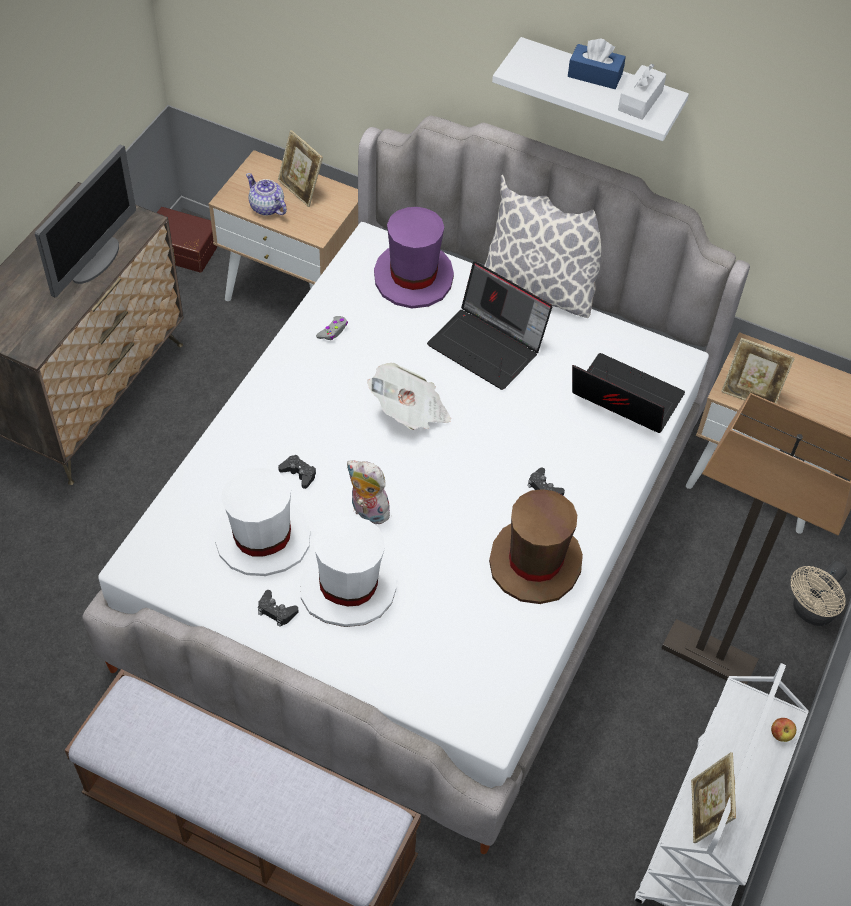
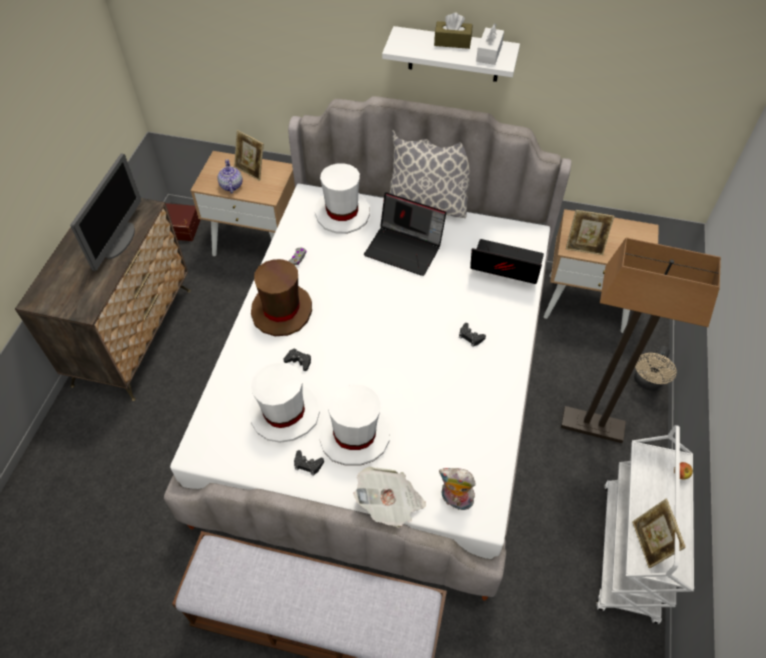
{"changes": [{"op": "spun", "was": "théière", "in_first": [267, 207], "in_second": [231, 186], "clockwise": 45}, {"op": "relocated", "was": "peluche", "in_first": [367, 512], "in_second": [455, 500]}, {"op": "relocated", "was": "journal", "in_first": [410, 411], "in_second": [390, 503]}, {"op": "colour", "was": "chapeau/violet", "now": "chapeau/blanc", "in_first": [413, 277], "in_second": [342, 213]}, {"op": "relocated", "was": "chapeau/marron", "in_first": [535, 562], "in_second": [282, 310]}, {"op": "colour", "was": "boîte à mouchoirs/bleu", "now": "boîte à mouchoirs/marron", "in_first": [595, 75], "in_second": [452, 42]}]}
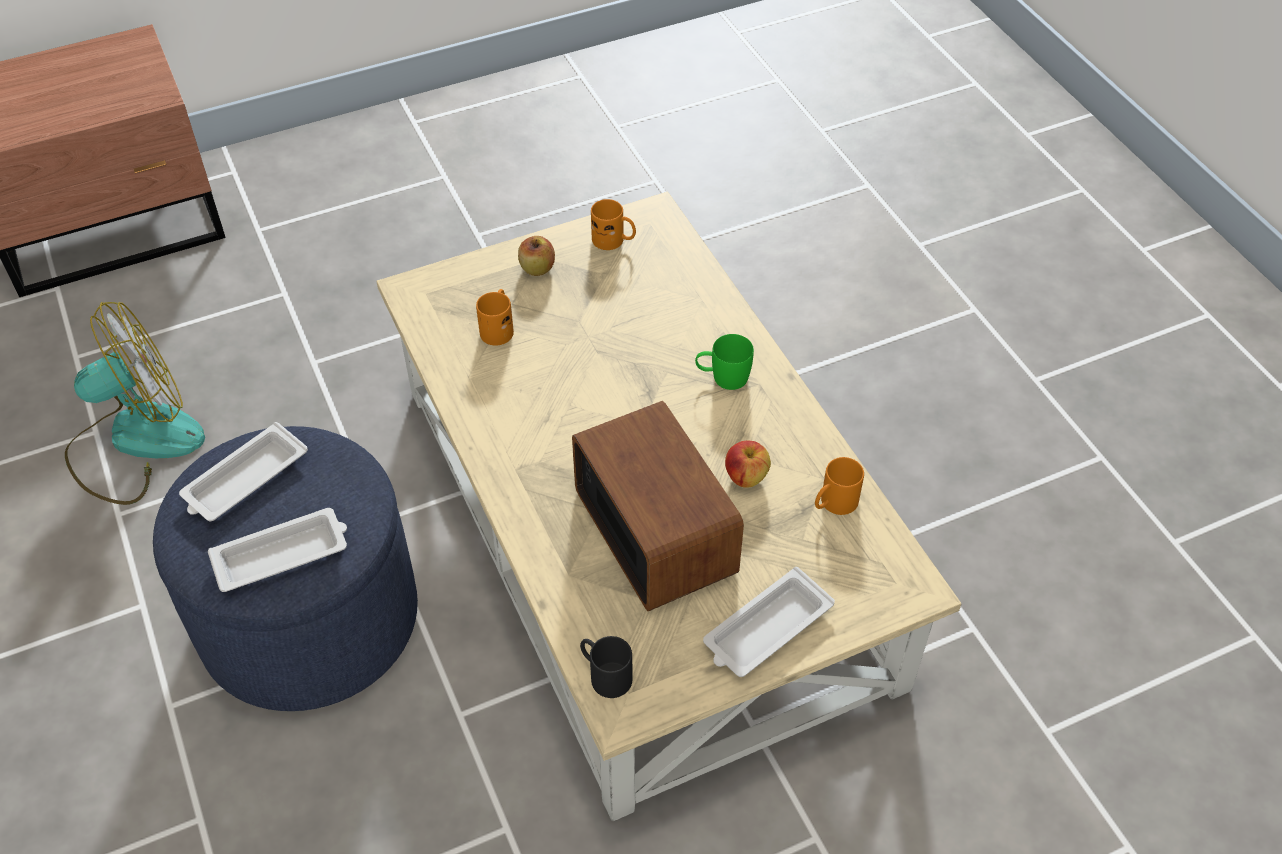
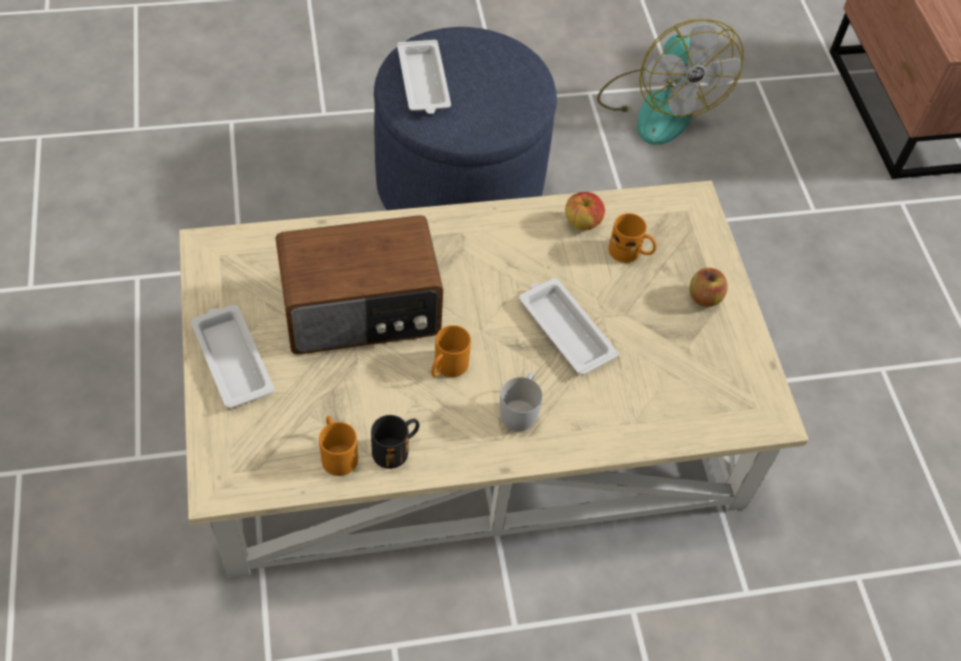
{"changes": [{"op": "relocated", "was": "plateau/blanc", "in_first": [244, 479], "in_second": [565, 329]}, {"op": "relocated", "was": "mug/noir", "in_first": [604, 675], "in_second": [396, 448]}, {"op": "relocated", "was": "mug/orange", "in_first": [614, 241], "in_second": [447, 368]}, {"op": "colour", "was": "mug/vert", "now": "mug/blanc", "in_first": [722, 377], "in_second": [520, 410]}, {"op": "relocated", "was": "pomme", "in_first": [746, 477], "in_second": [582, 223]}]}
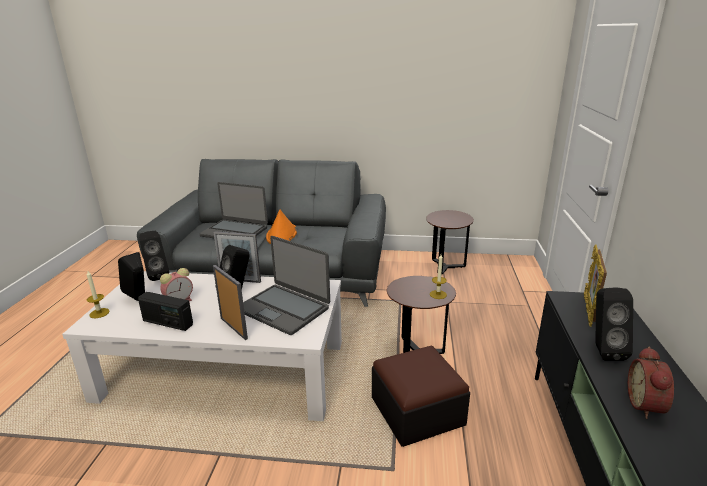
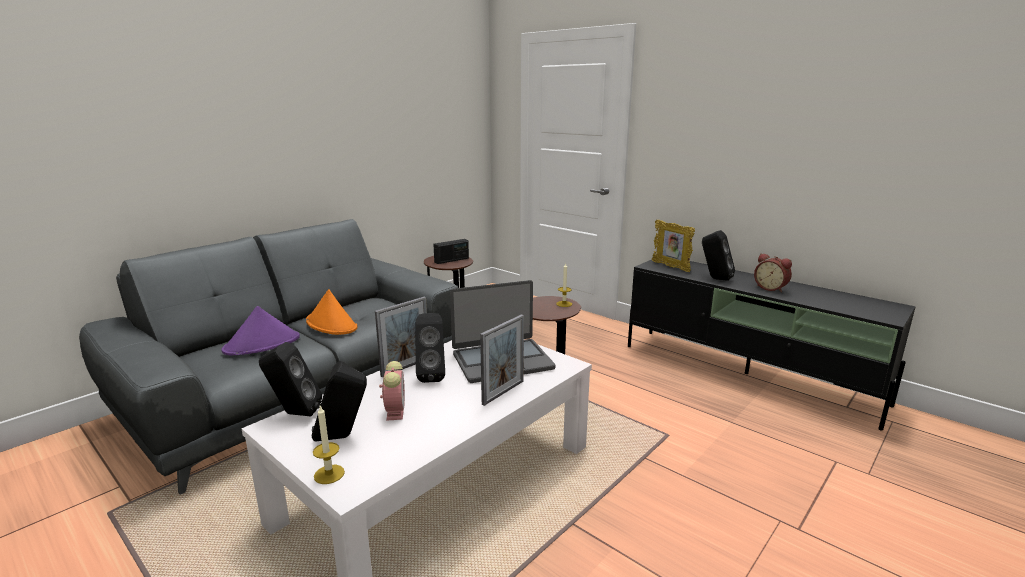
{"changes": [{"op": "relocated", "was": "radio", "in_first": [167, 323], "in_second": [451, 260]}, {"op": "exchanged", "was": "ordinateur portable", "now": "chapeau/violet", "in_first": [235, 231], "in_second": [262, 344]}, {"op": "spun", "was": "cadre photo", "in_first": [233, 328], "in_second": [503, 392], "clockwise": 135}, {"op": "missing", "was": "pouf", "in_first": [417, 411]}]}
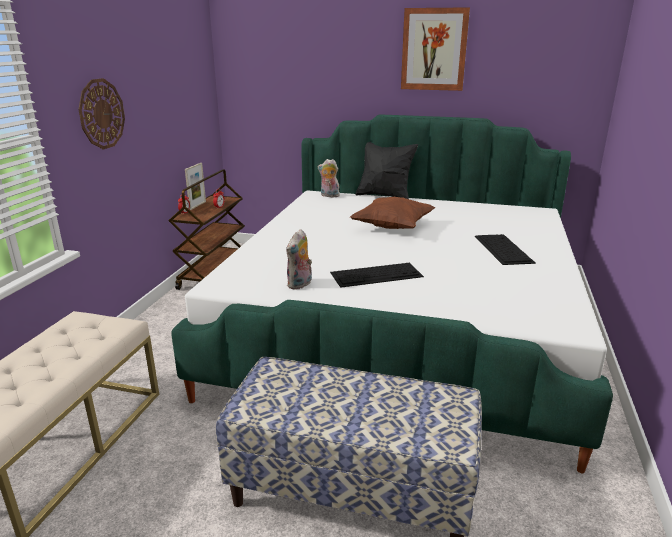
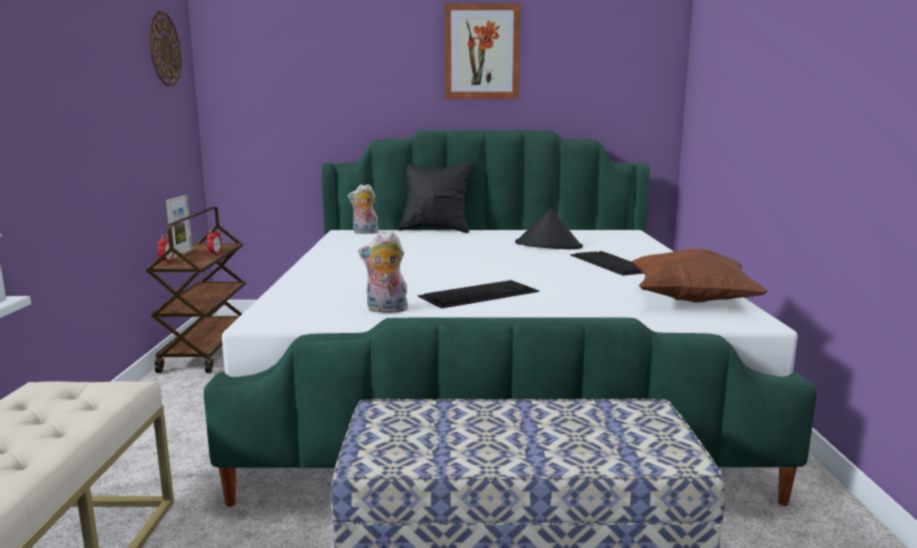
{"changes": [{"op": "relocated", "was": "horloge murale", "in_first": [101, 114], "in_second": [164, 49]}, {"op": "spun", "was": "peluche", "in_first": [300, 285], "in_second": [385, 310], "clockwise": 75}, {"op": "relocated", "was": "coussin/marron", "in_first": [392, 227], "in_second": [691, 301]}, {"op": "appeared", "now": "chapeau/noir", "in_second": [548, 245]}]}
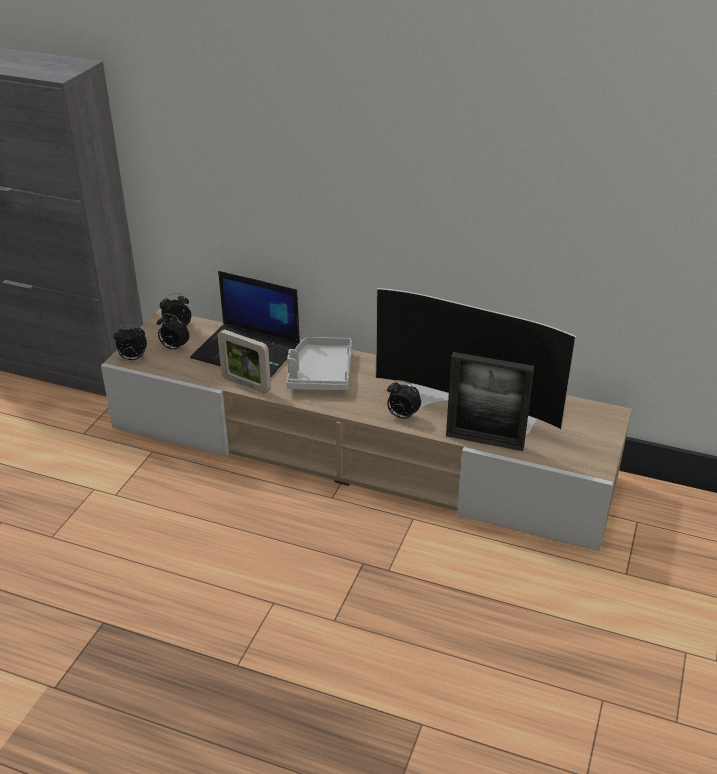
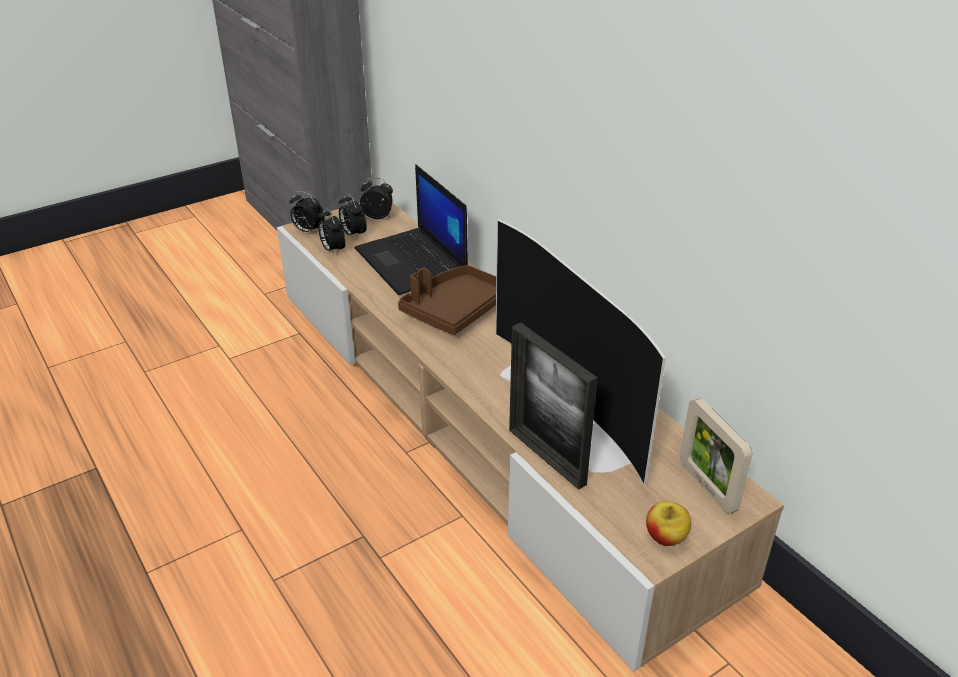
{"changes": [{"op": "relocated", "was": "cadre photo", "in_first": [246, 384], "in_second": [707, 486]}, {"op": "colour", "was": "plateau/gris", "now": "plateau/marron", "in_first": [320, 374], "in_second": [455, 309]}, {"op": "relocated", "was": "réveil", "in_first": [402, 416], "in_second": [332, 249]}, {"op": "appeared", "now": "pomme", "in_second": [665, 537]}]}
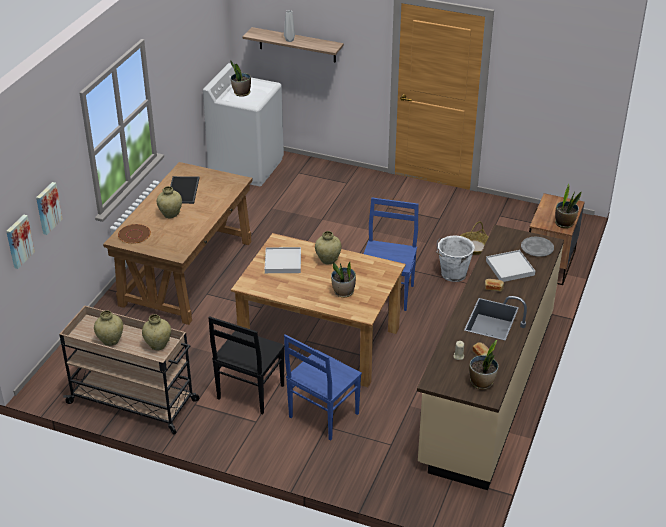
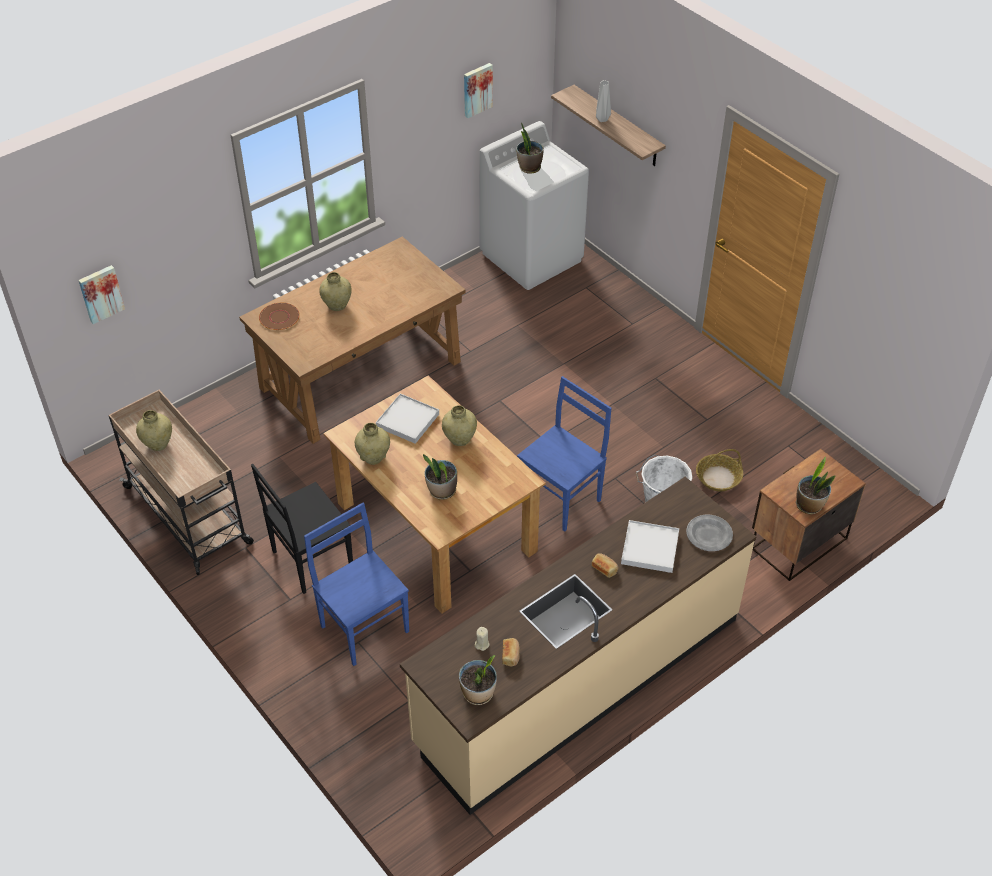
{"changes": [{"op": "relocated", "was": "tableau", "in_first": [47, 208], "in_second": [477, 89]}, {"op": "relocated", "was": "vase/beige", "in_first": [158, 345], "in_second": [373, 457]}, {"op": "missing", "was": "plateau", "in_first": [183, 190]}, {"op": "spun", "was": "chaise/bleu", "in_first": [322, 416], "in_second": [363, 627], "clockwise": 75}]}
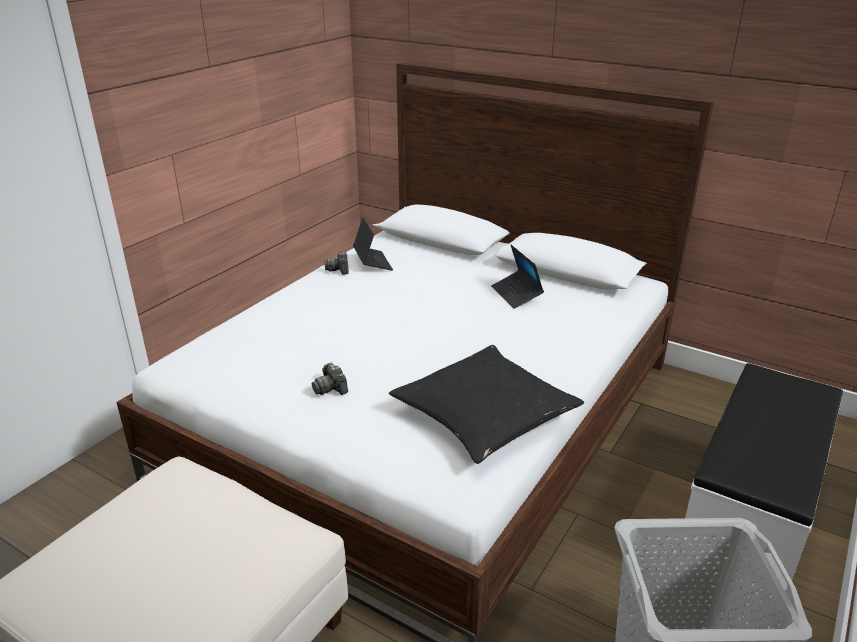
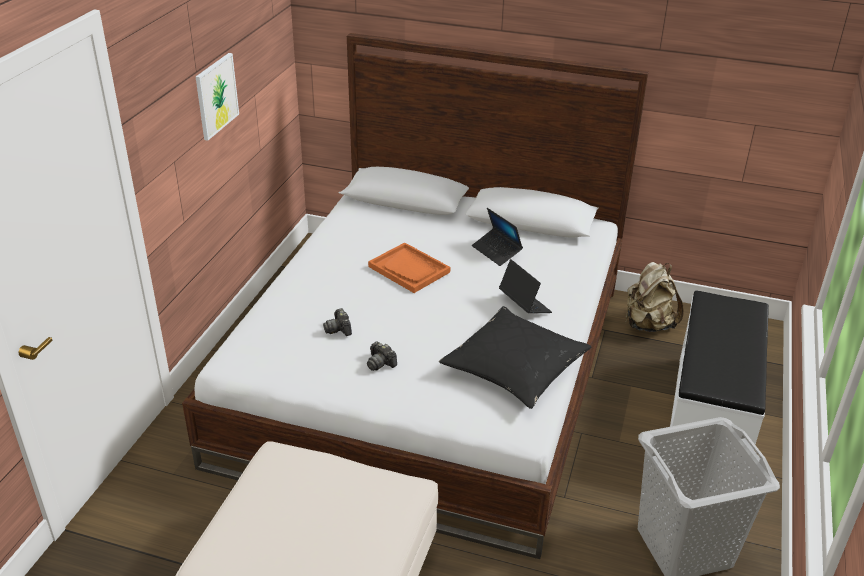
{"changes": [{"op": "relocated", "was": "appareil photo", "in_first": [339, 269], "in_second": [339, 329]}, {"op": "relocated", "was": "ordinateur portable", "in_first": [372, 262], "in_second": [524, 305]}, {"op": "appeared", "now": "tableau", "in_second": [216, 96]}, {"op": "appeared", "now": "plateau/orange", "in_second": [409, 269]}, {"op": "appeared", "now": "sac à dos/beige", "in_second": [648, 324]}]}
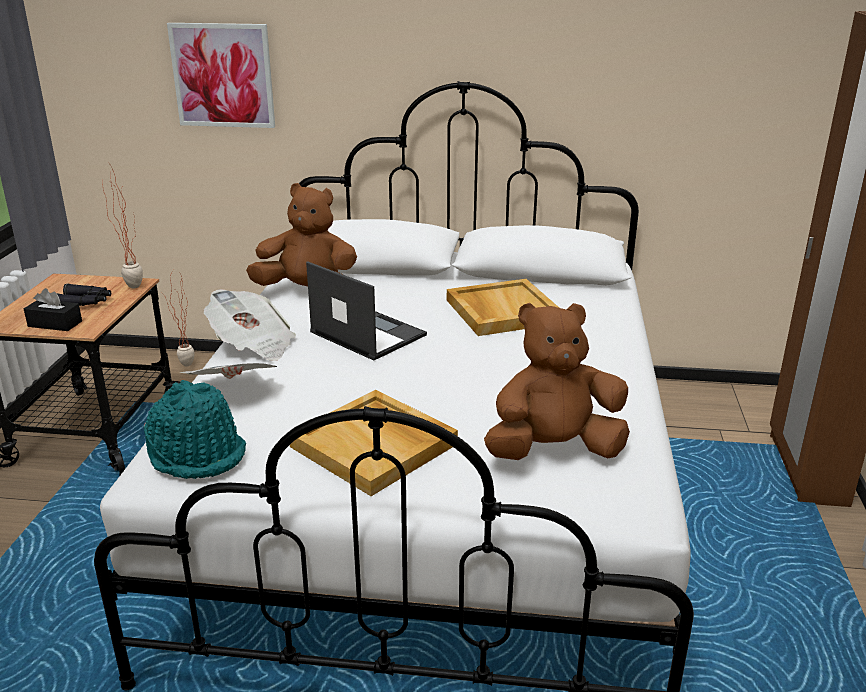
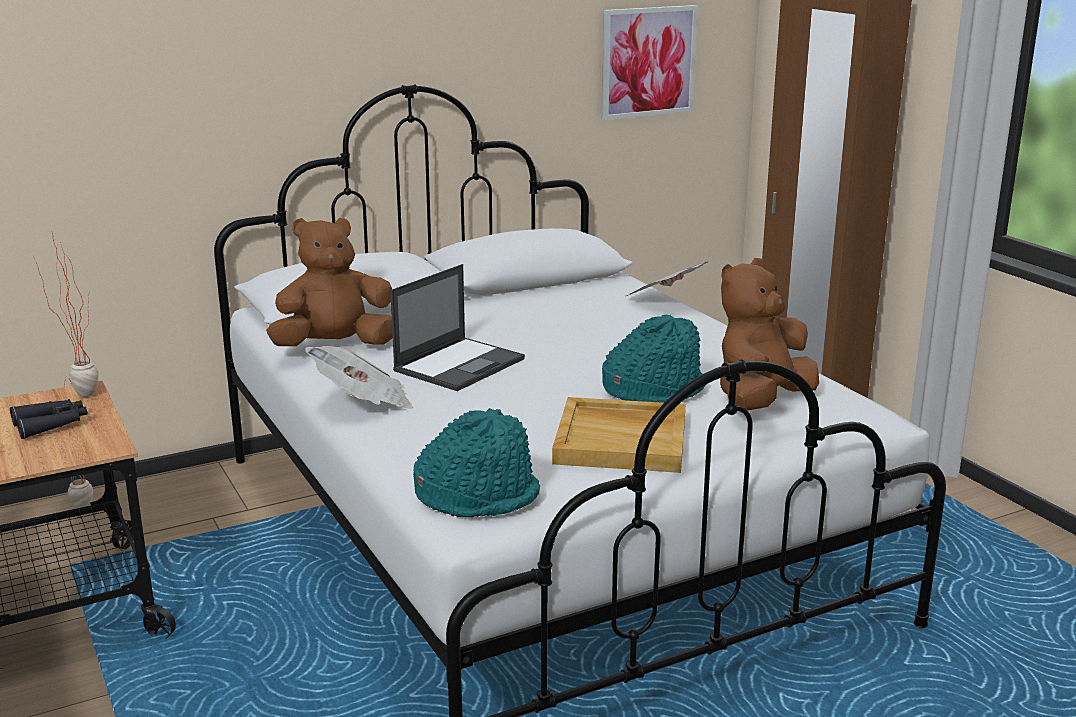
{"changes": [{"op": "missing", "was": "boîte à mouchoirs/noir", "in_first": [55, 324]}, {"op": "relocated", "was": "tableau", "in_first": [223, 75], "in_second": [648, 62]}, {"op": "relocated", "was": "journal", "in_first": [233, 392], "in_second": [664, 300]}, {"op": "spun", "was": "ordinateur portable", "in_first": [366, 333], "in_second": [460, 364], "clockwise": 120}, {"op": "missing", "was": "plateau/beige", "in_first": [501, 311]}, {"op": "appeared", "now": "chapeau/turquoise", "in_second": [653, 389]}]}
